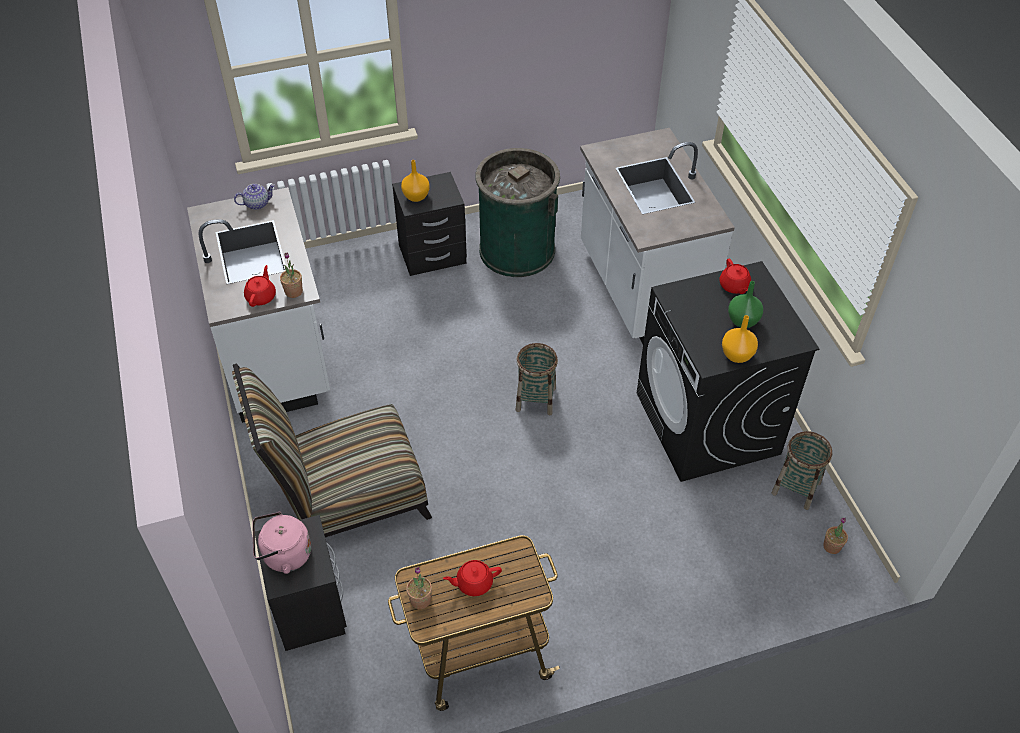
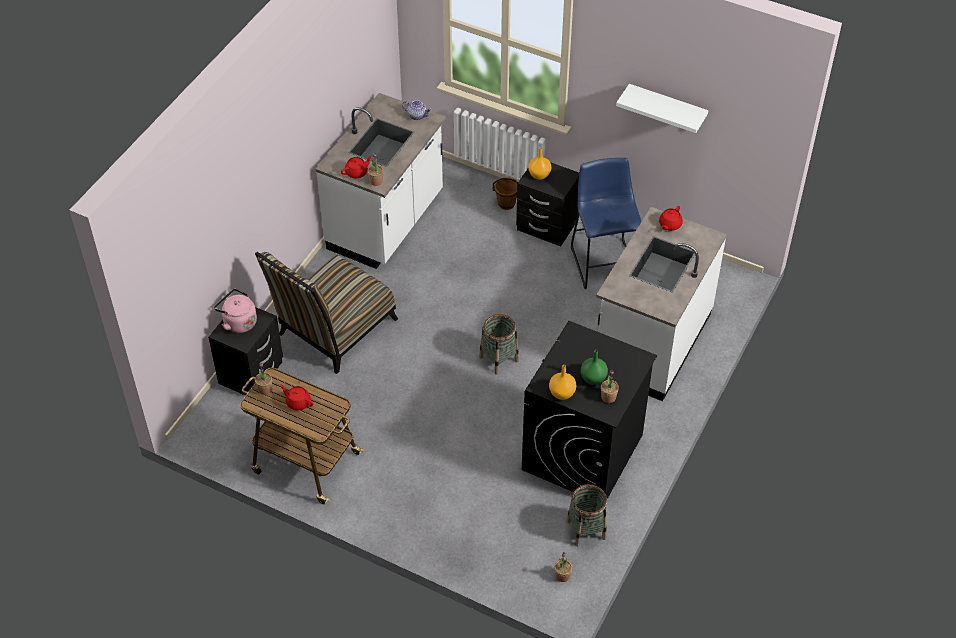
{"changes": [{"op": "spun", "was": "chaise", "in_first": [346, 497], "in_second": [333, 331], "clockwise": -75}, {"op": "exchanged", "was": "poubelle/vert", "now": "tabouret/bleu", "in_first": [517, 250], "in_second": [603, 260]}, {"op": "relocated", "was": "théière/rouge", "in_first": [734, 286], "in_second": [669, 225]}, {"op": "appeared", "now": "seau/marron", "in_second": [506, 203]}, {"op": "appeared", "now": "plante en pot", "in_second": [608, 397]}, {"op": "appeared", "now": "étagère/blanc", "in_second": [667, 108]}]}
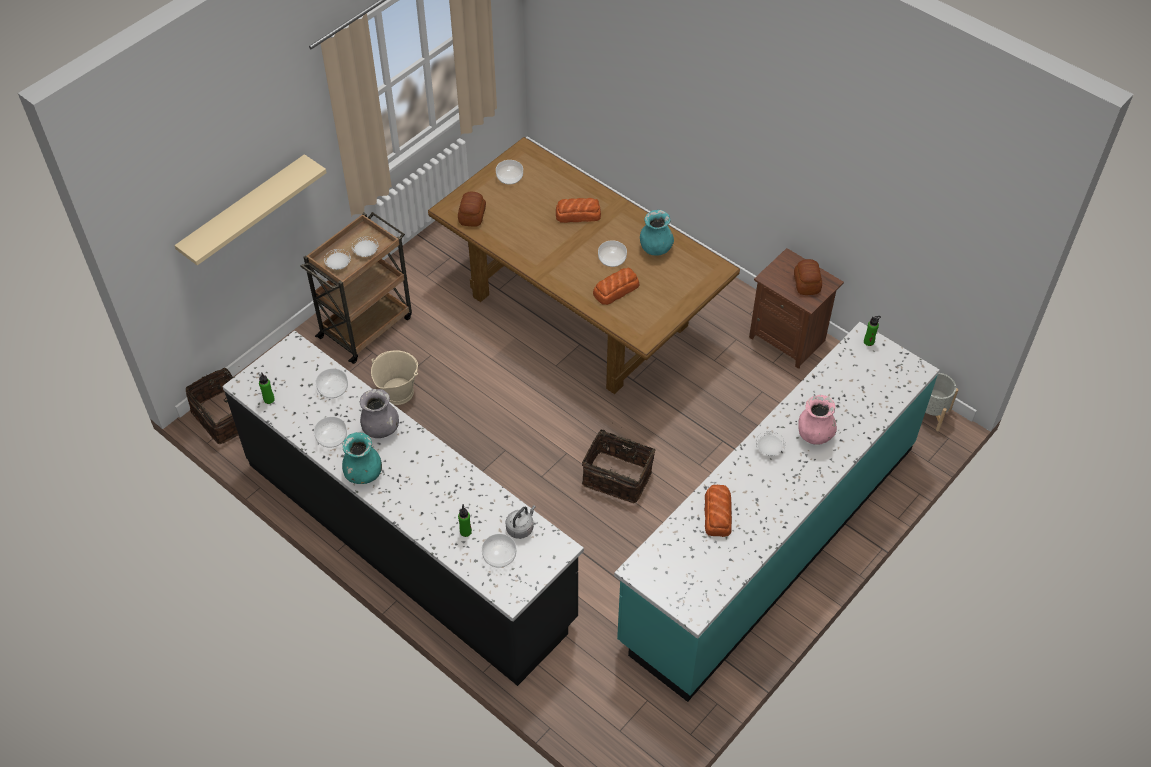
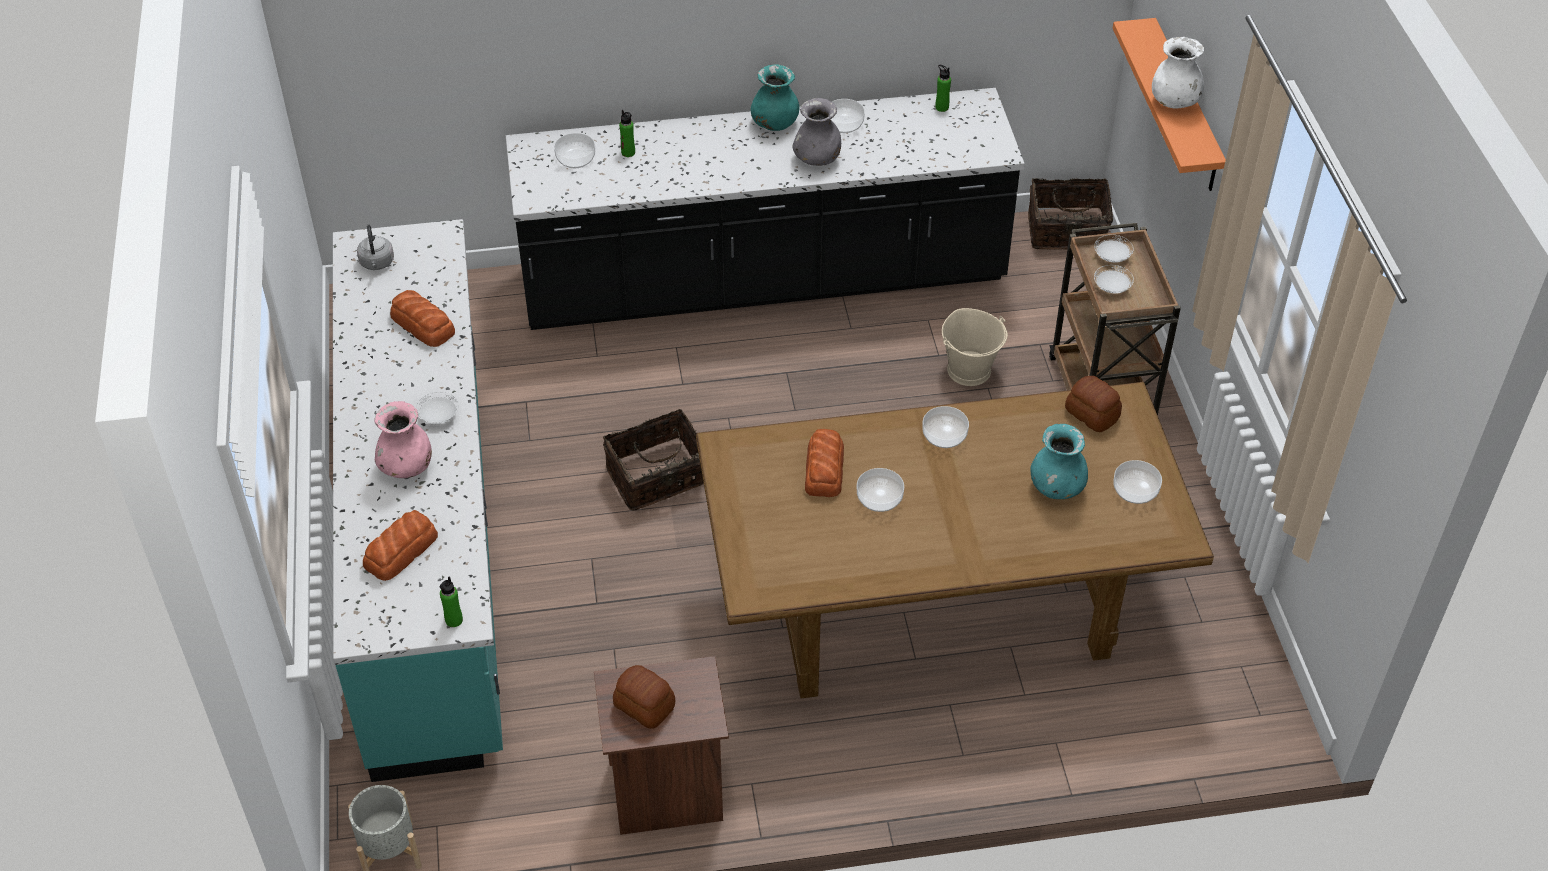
{"changes": [{"op": "colour", "was": "étagère/beige", "now": "étagère/orange", "in_first": [244, 211], "in_second": [1185, 107]}, {"op": "relocated", "was": "bol", "in_first": [333, 389], "in_second": [944, 436]}, {"op": "relocated", "was": "bouilloire/gris", "in_first": [521, 528], "in_second": [377, 263]}, {"op": "relocated", "was": "pain", "in_first": [577, 214], "in_second": [402, 551]}, {"op": "relocated", "was": "vase/turquoise", "in_first": [655, 248], "in_second": [1057, 488]}, {"op": "appeared", "now": "vase/blanc", "in_second": [1174, 101]}]}
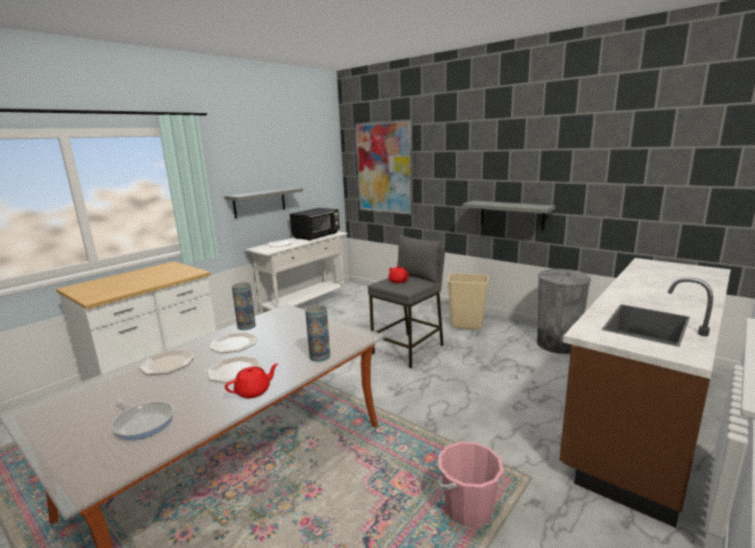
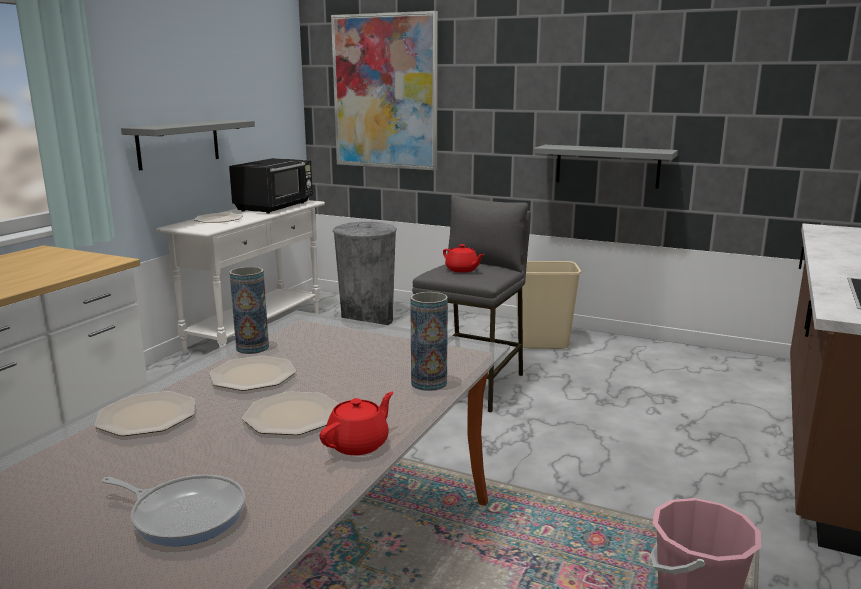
{"changes": [{"op": "relocated", "was": "poubelle/gris", "in_first": [557, 344], "in_second": [367, 320]}]}
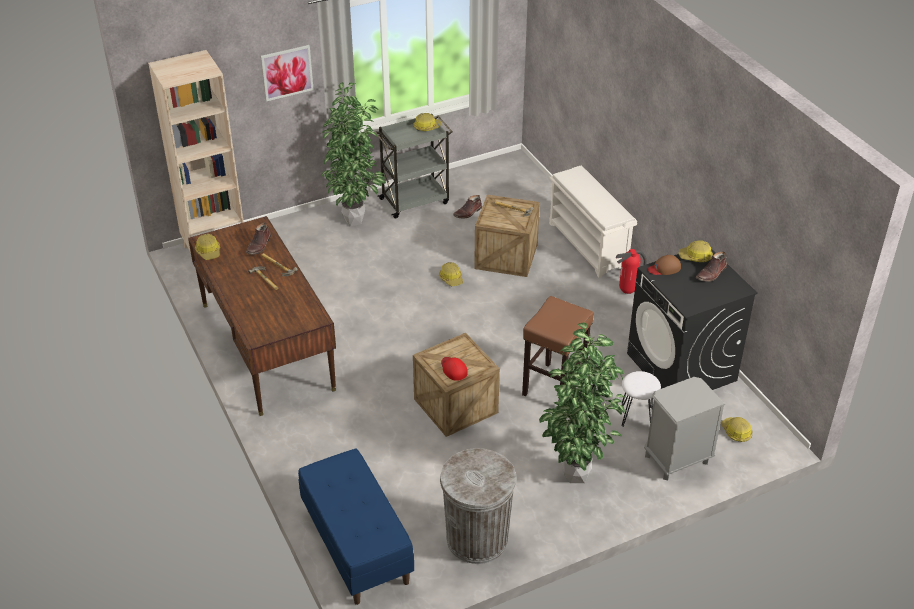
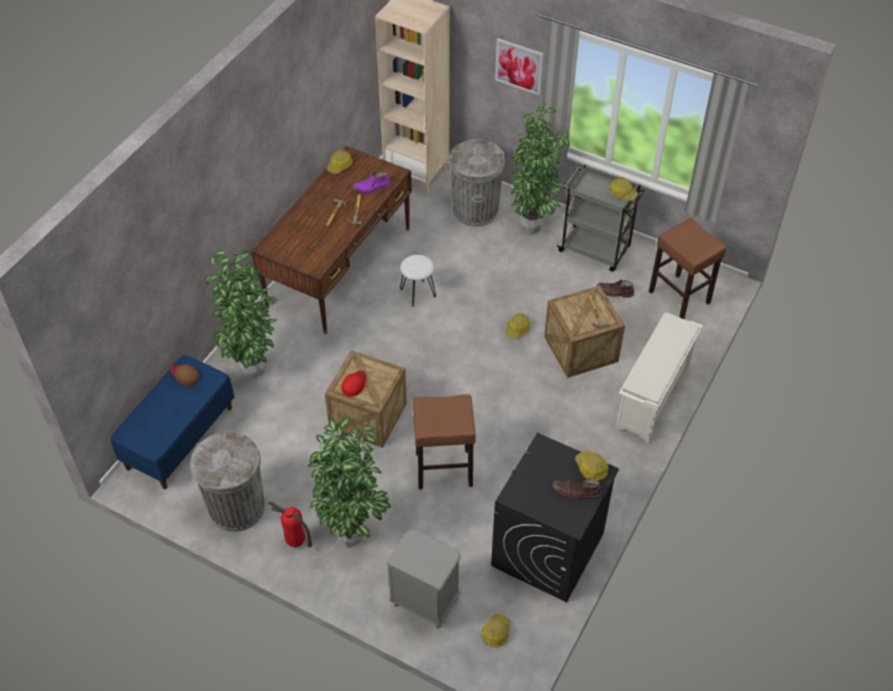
{"changes": [{"op": "colour", "was": "botte/marron", "now": "botte/violet", "in_first": [259, 245], "in_second": [371, 187]}, {"op": "relocated", "was": "extincteur", "in_first": [627, 292], "in_second": [295, 542]}, {"op": "relocated", "was": "tabouret/blanc", "in_first": [637, 416], "in_second": [418, 293]}, {"op": "relocated", "was": "casquette/marron", "in_first": [664, 268], "in_second": [185, 375]}, {"op": "appeared", "now": "plante en pot", "in_second": [252, 369]}, {"op": "appeared", "now": "poubelle/gris", "in_second": [475, 210]}, {"op": "appeared", "now": "tabouret/marron", "in_second": [680, 297]}]}
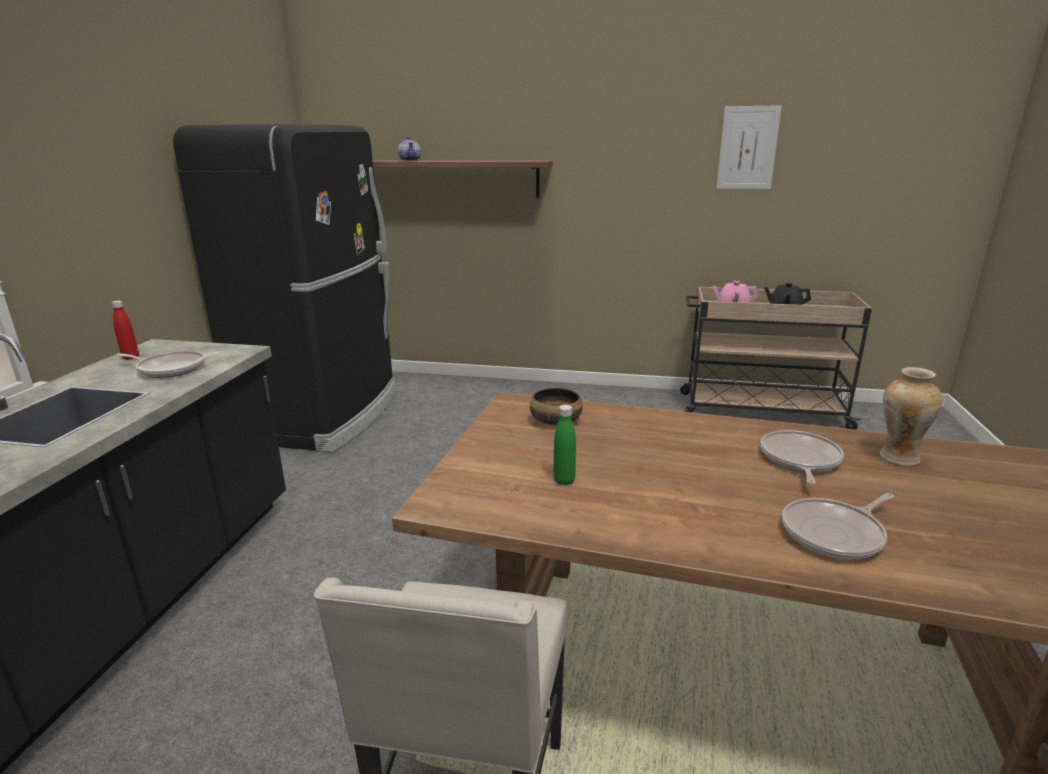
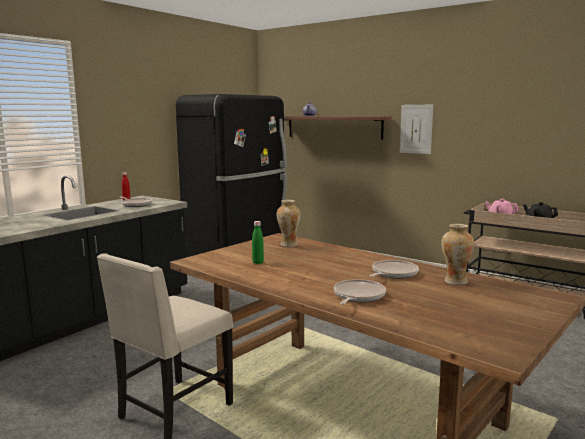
{"changes": [{"op": "exchanged", "was": "bol", "now": "vase", "in_first": [555, 421], "in_second": [288, 245]}, {"op": "relocated", "was": "tableau", "in_first": [747, 148], "in_second": [416, 129]}, {"op": "spun", "was": "poêle", "in_first": [835, 534], "in_second": [358, 296], "clockwise": 120}]}
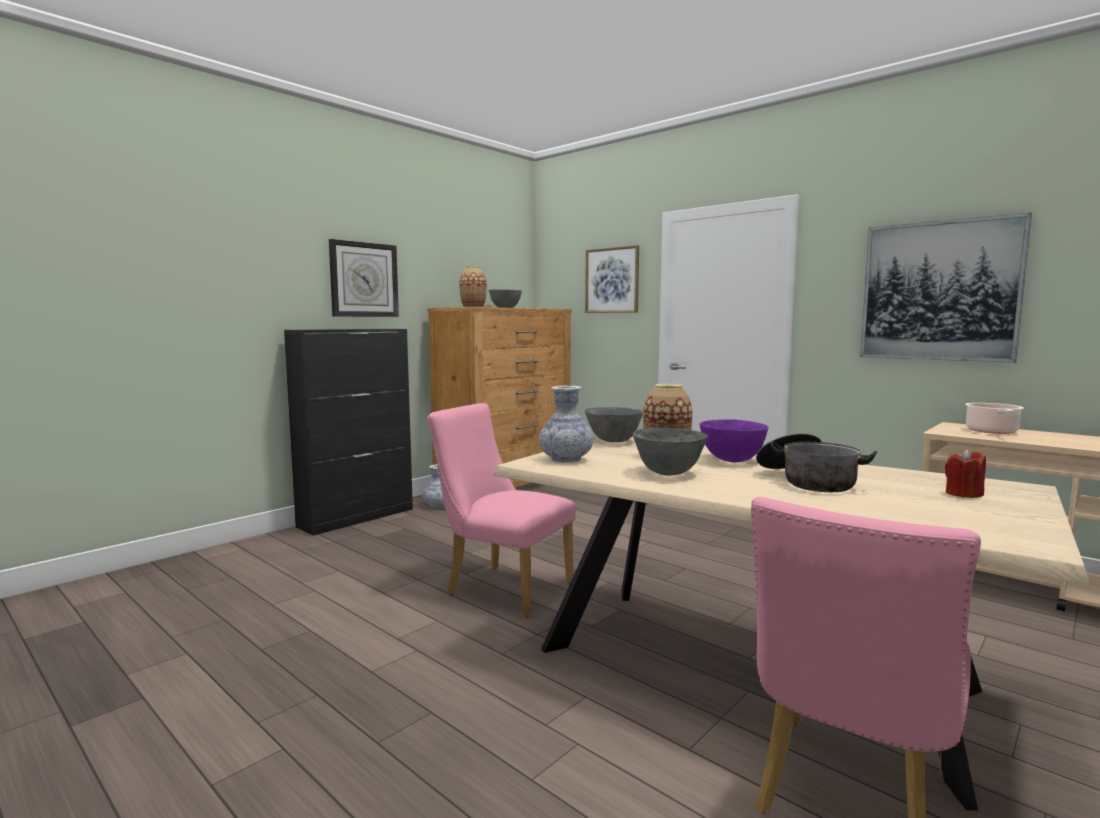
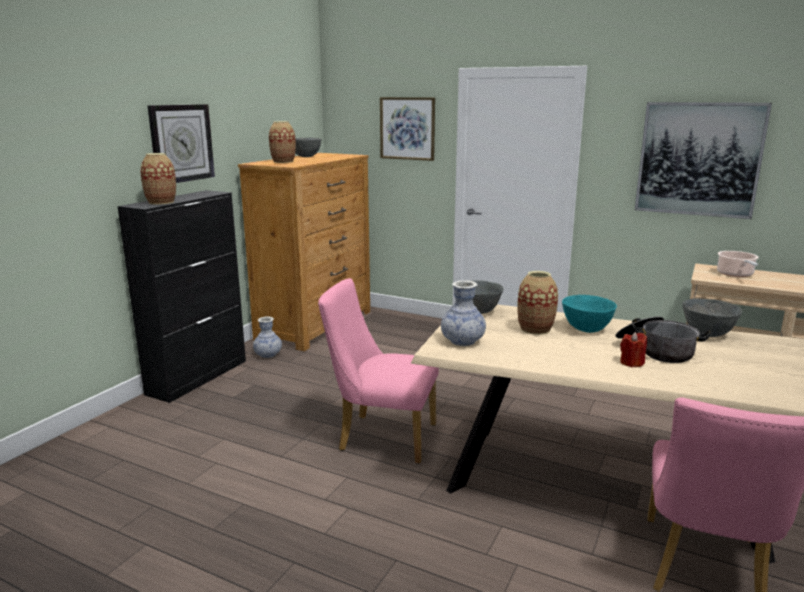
{"changes": [{"op": "relocated", "was": "bol/gris", "in_first": [668, 473], "in_second": [707, 334]}, {"op": "colour", "was": "bol/violet", "now": "bol/turquoise", "in_first": [732, 460], "in_second": [587, 330]}, {"op": "relocated", "was": "bougie/rouge", "in_first": [963, 494], "in_second": [631, 363]}, {"op": "appeared", "now": "vase", "in_second": [161, 202]}]}
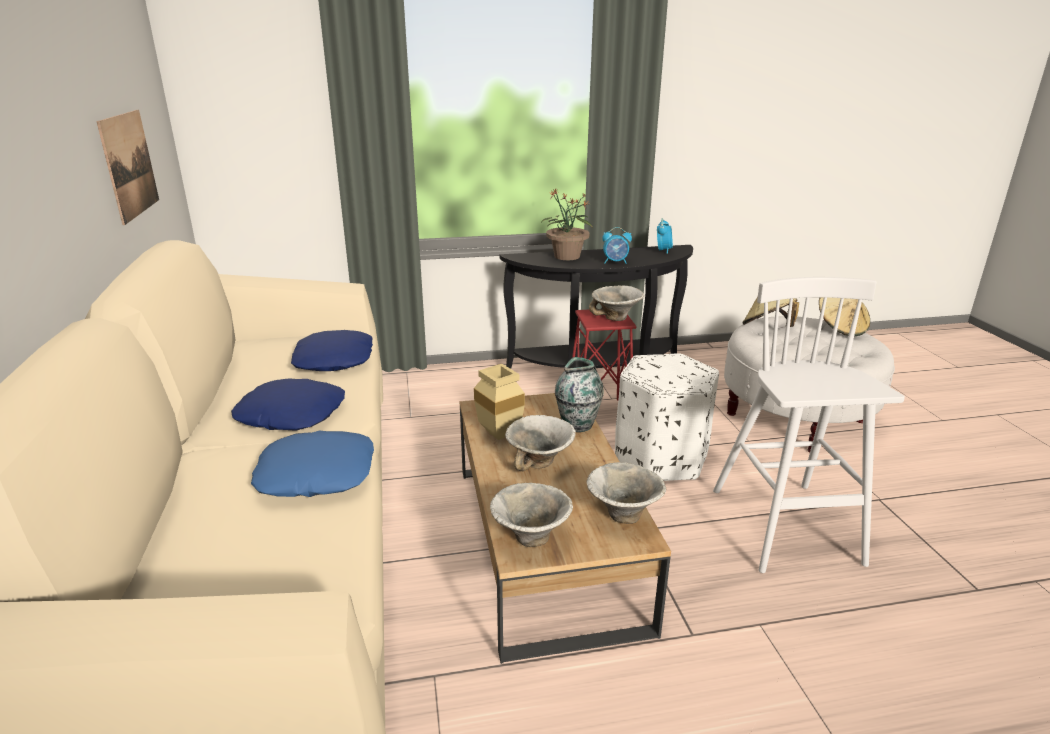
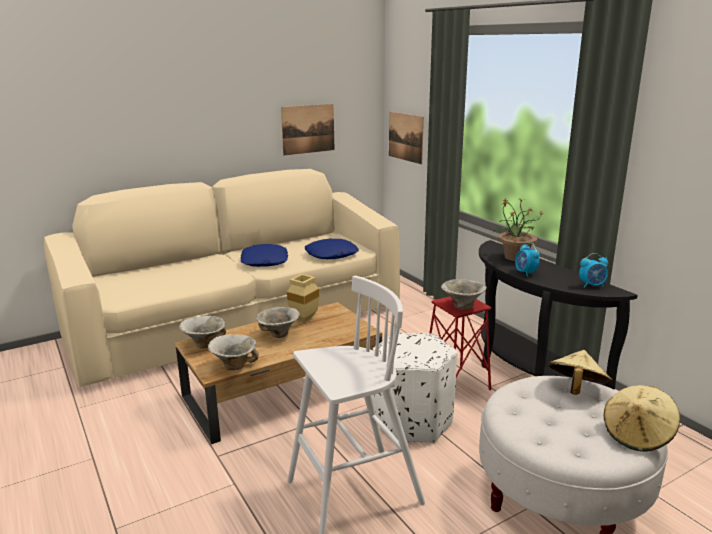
{"changes": [{"op": "missing", "was": "coussin/bleu", "in_first": [317, 474]}, {"op": "missing", "was": "vase", "in_first": [578, 424]}, {"op": "appeared", "now": "tableau", "in_second": [405, 137]}]}
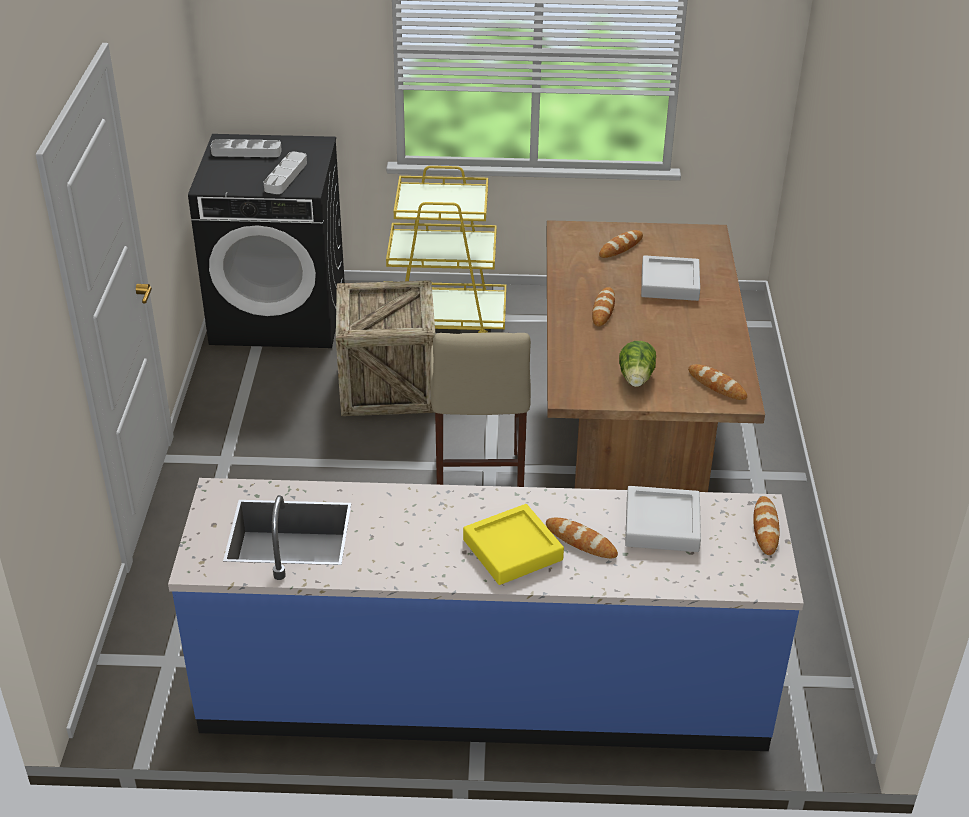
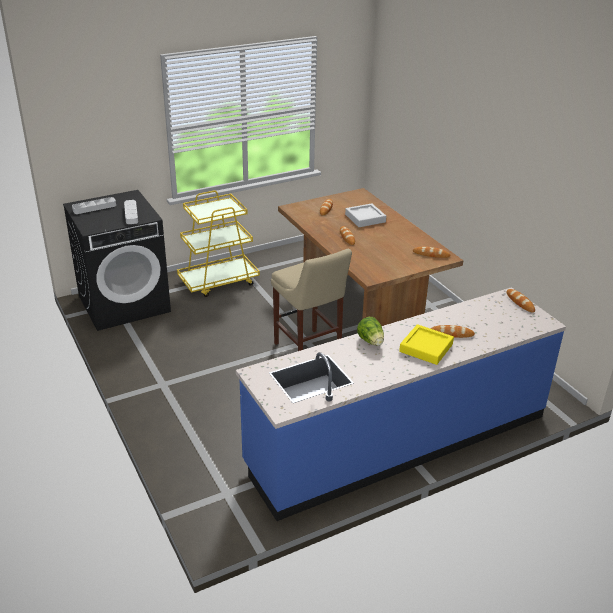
{"changes": [{"op": "missing", "was": "caisse", "in_first": [388, 385]}, {"op": "relocated", "was": "laitue", "in_first": [636, 379], "in_second": [371, 341]}, {"op": "missing", "was": "plateau/gris", "in_first": [662, 525]}]}
